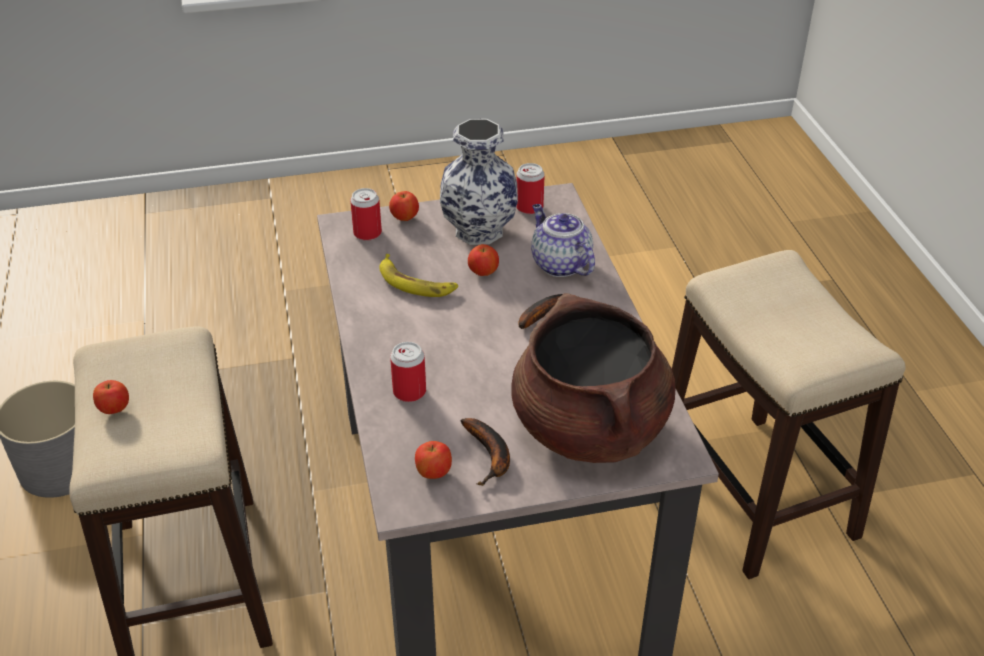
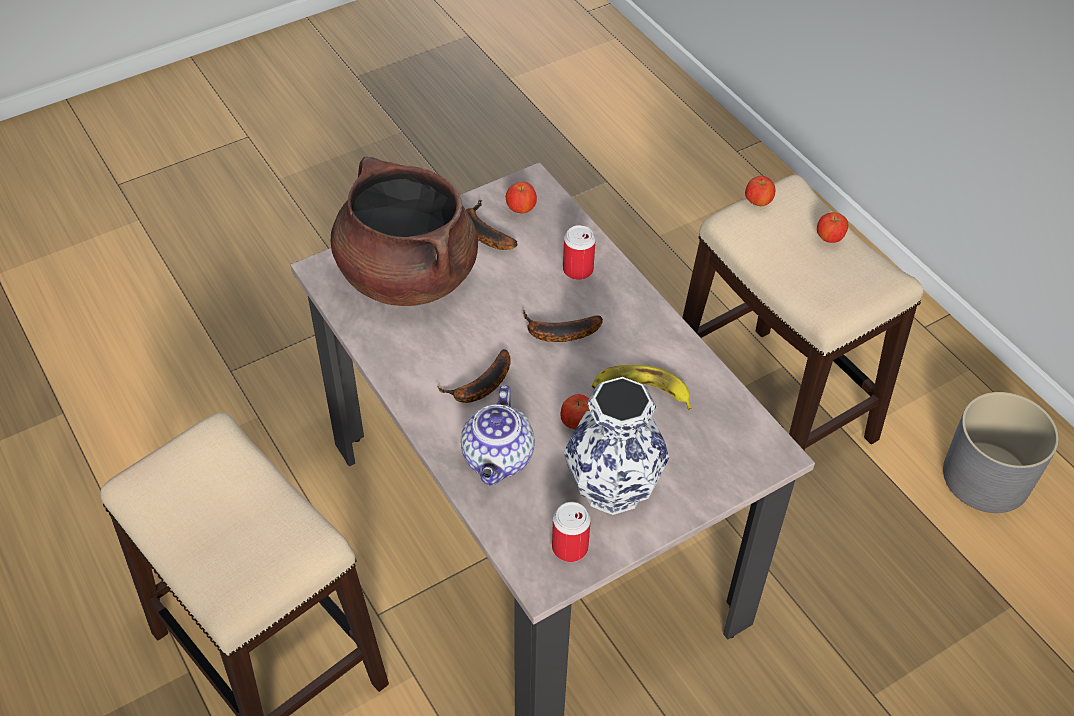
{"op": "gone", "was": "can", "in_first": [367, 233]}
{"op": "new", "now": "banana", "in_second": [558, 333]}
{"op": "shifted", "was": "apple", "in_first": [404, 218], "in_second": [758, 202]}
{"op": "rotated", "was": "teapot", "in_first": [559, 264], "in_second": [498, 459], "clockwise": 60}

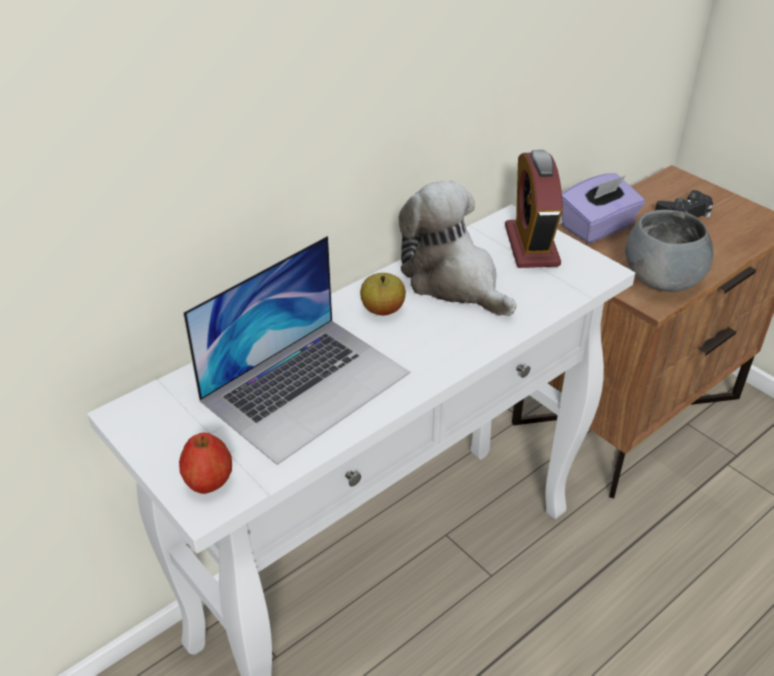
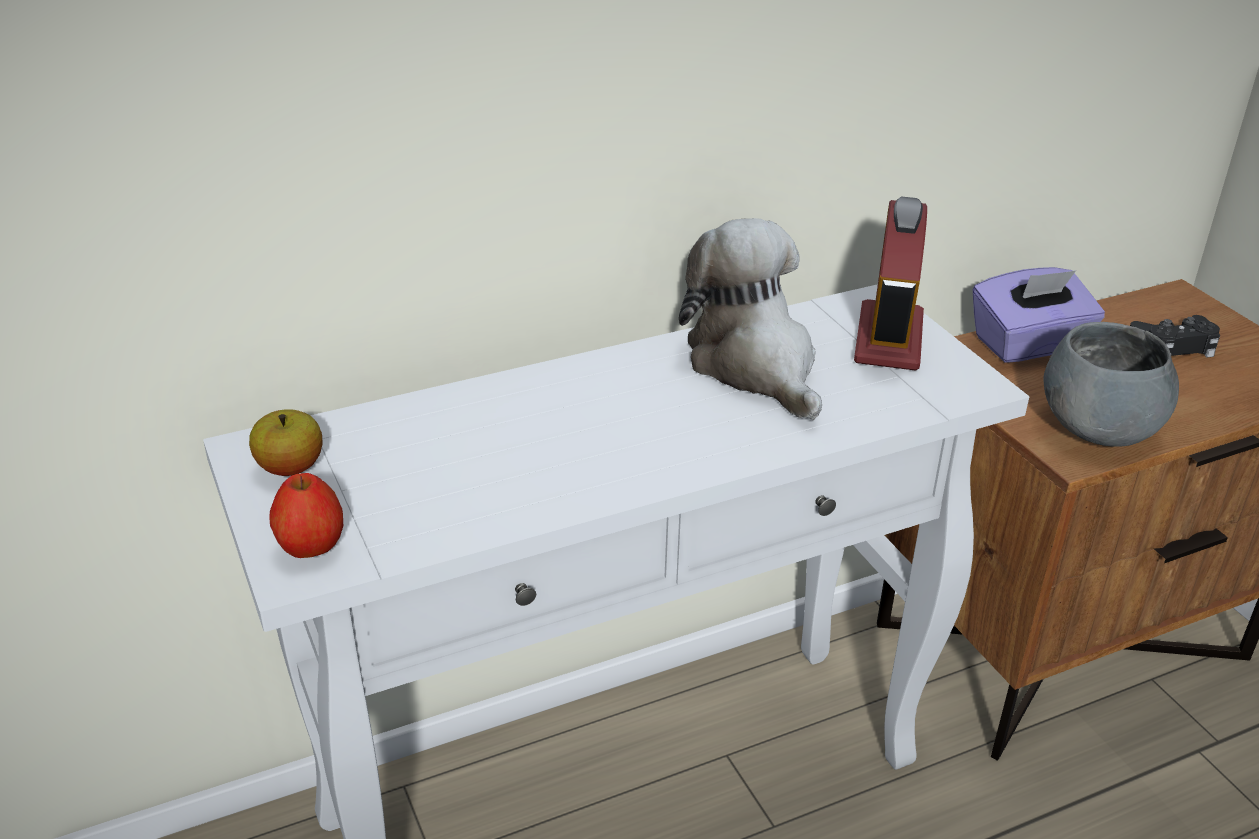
{"op": "gone", "was": "laptop", "in_first": [306, 386]}
{"op": "shifted", "was": "apple", "in_first": [383, 310], "in_second": [290, 468]}

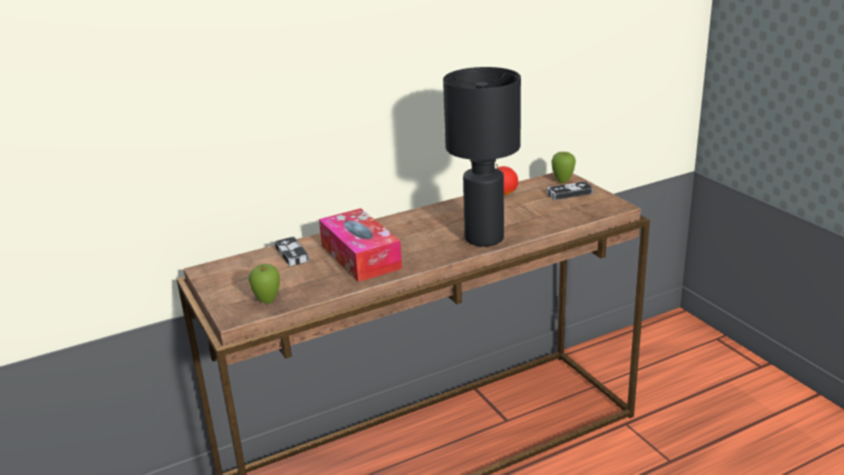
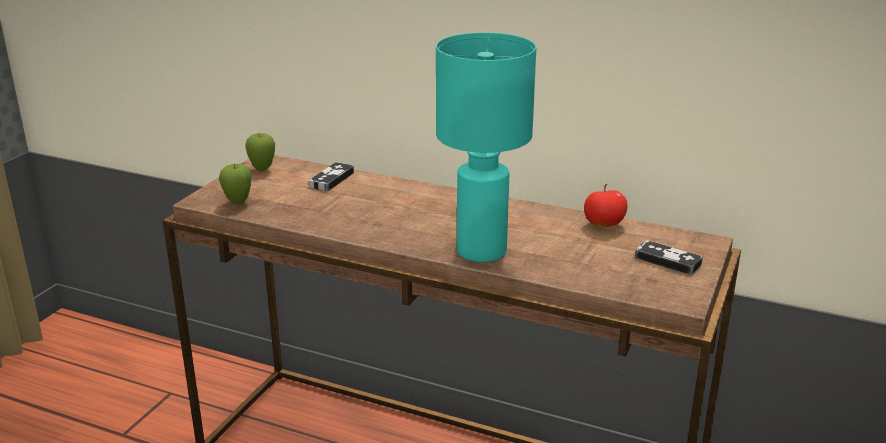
{"op": "gone", "was": "tissue box", "in_first": [360, 257]}
{"op": "shifted", "was": "apple", "in_first": [563, 181], "in_second": [262, 169]}
{"op": "repainted", "was": "black table lamp", "now": "turquoise table lamp", "in_first": [484, 239], "in_second": [480, 252]}

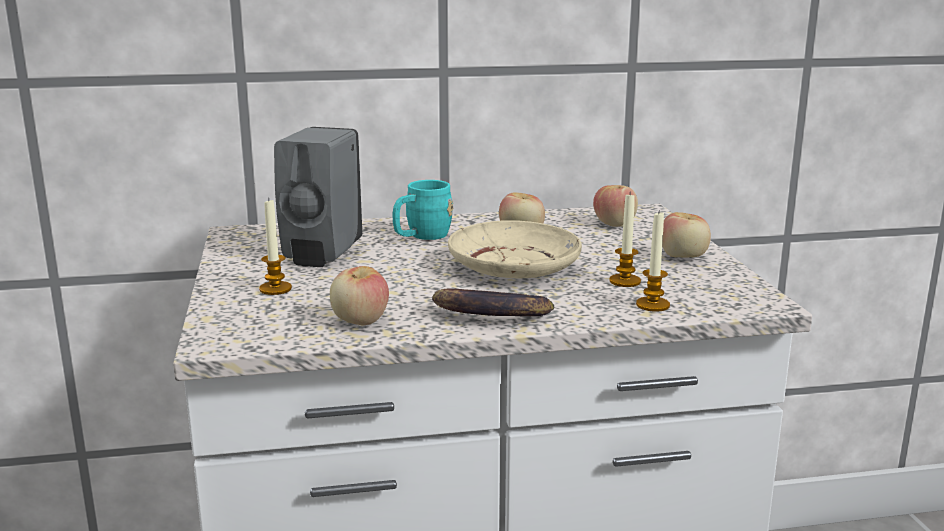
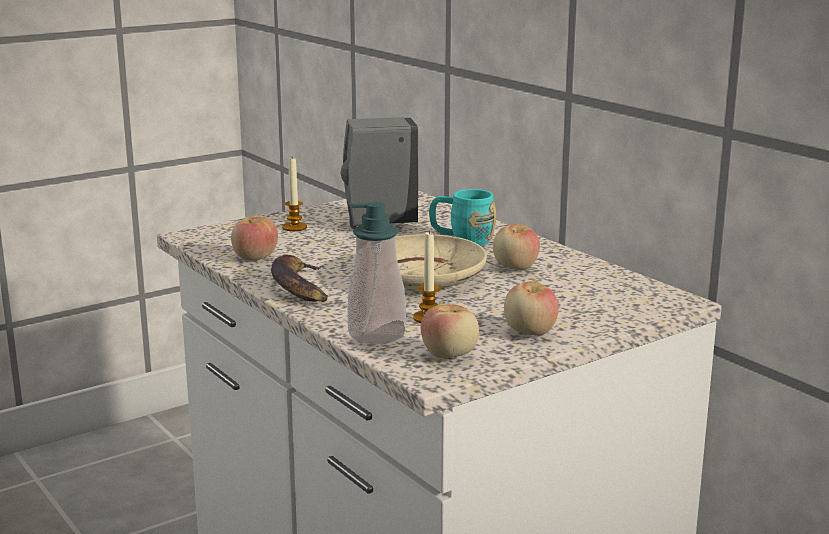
{"op": "shifted", "was": "apple", "in_first": [614, 224], "in_second": [450, 355]}
{"op": "swapped", "was": "candle", "now": "soap dispenser", "in_first": [652, 305], "in_second": [377, 334]}

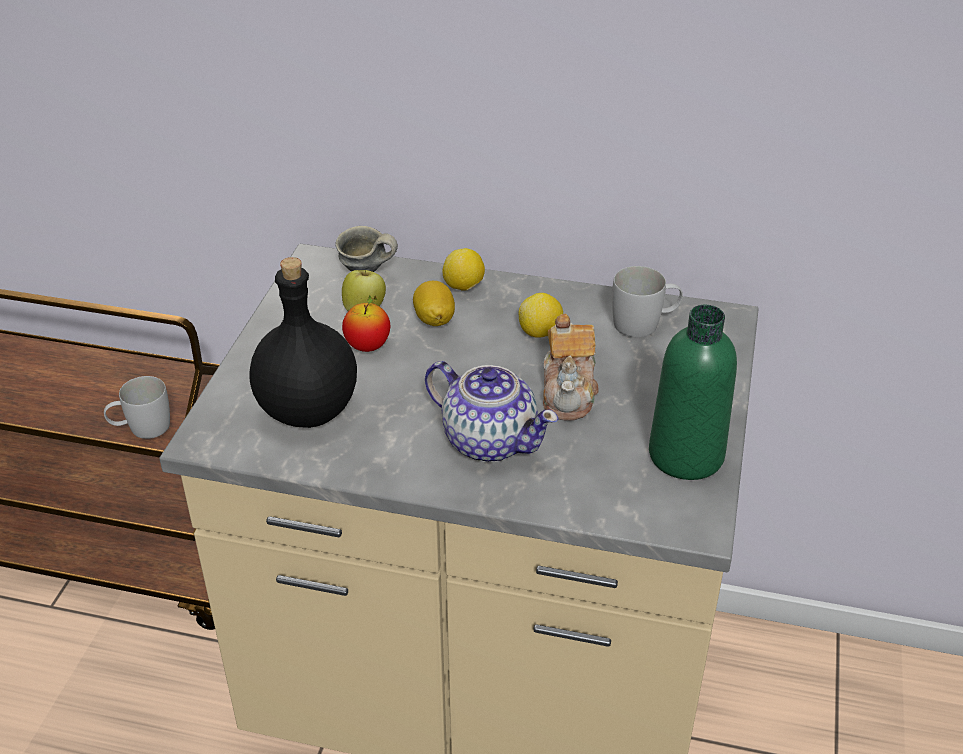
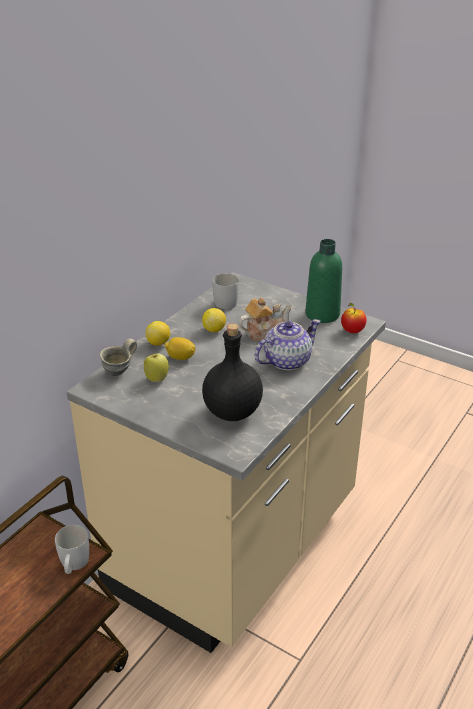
{"op": "shifted", "was": "apple", "in_first": [368, 346], "in_second": [352, 331]}
{"op": "rotated", "was": "teapot", "in_first": [569, 393], "in_second": [264, 332], "clockwise": -45}

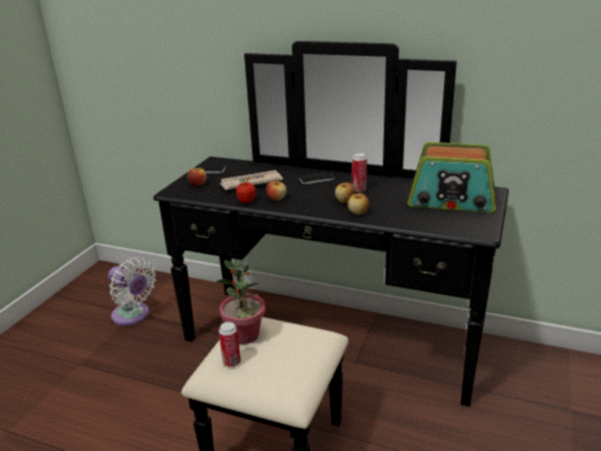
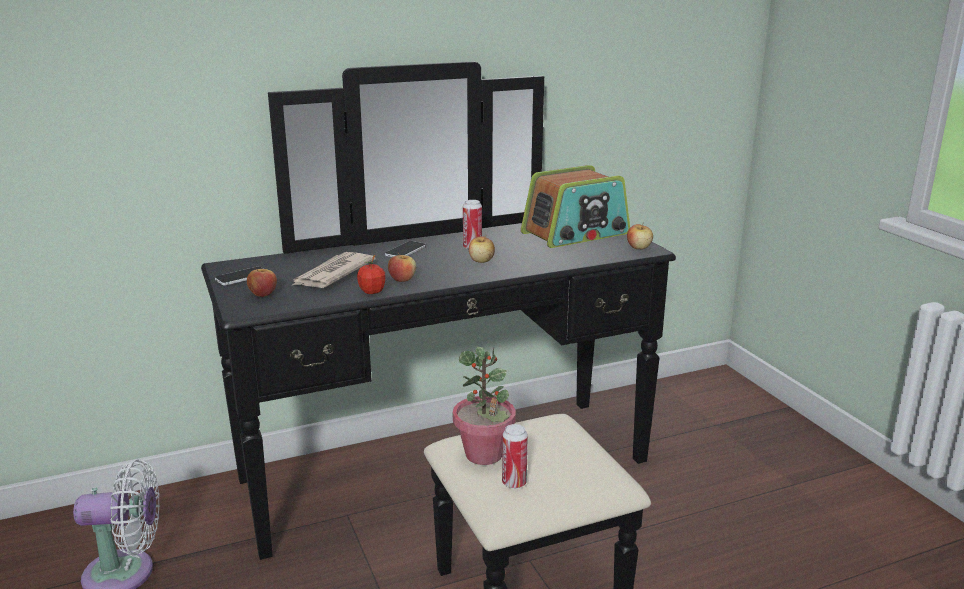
{"op": "shifted", "was": "apple", "in_first": [358, 213], "in_second": [639, 248]}

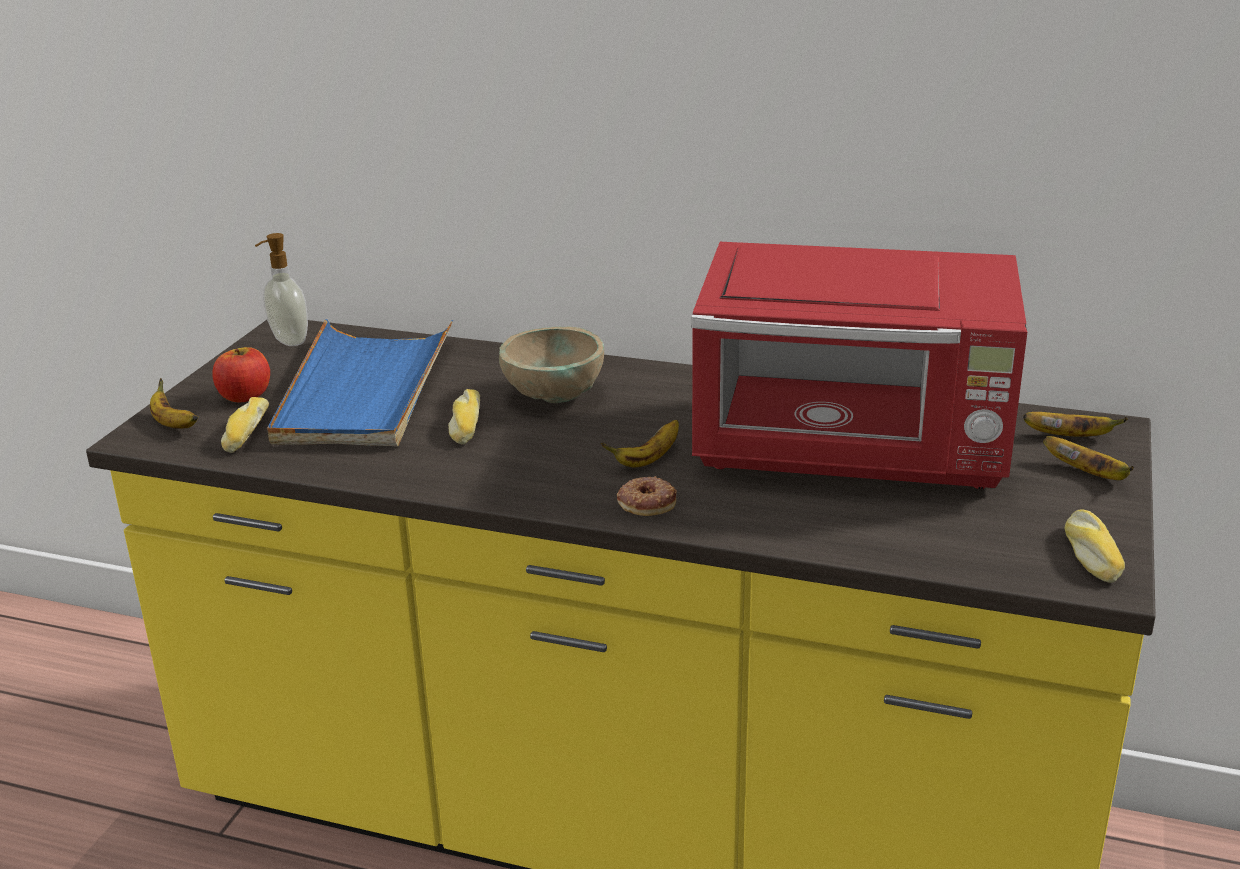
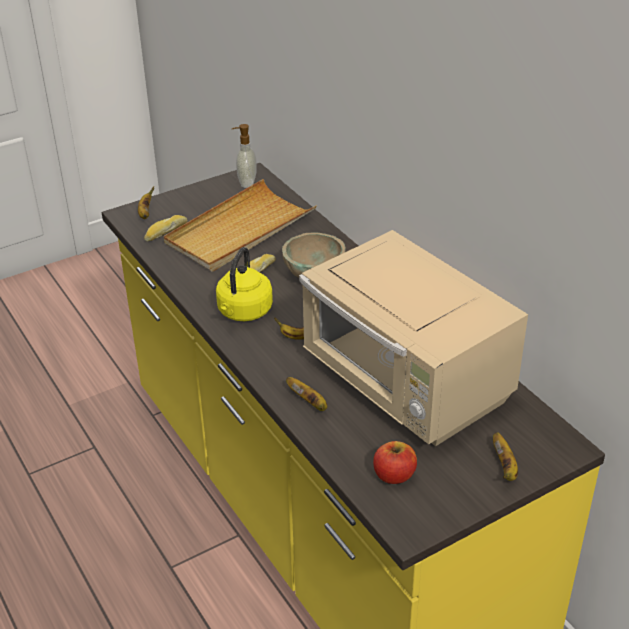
{"op": "gone", "was": "donut", "in_first": [647, 502]}
{"op": "gone", "was": "bread", "in_first": [1089, 554]}
{"op": "new", "now": "yellow kettle", "in_second": [243, 312]}
{"op": "shifted", "was": "apple", "in_first": [244, 396], "in_second": [394, 475]}
{"op": "shifted", "was": "banana", "in_first": [1069, 437], "in_second": [309, 402]}
{"op": "repainted", "was": "blue tray", "now": "beige tray", "in_first": [364, 391], "in_second": [239, 230]}
{"op": "repainted", "was": "red microwave", "now": "beige microwave", "in_first": [854, 450], "in_second": [406, 384]}

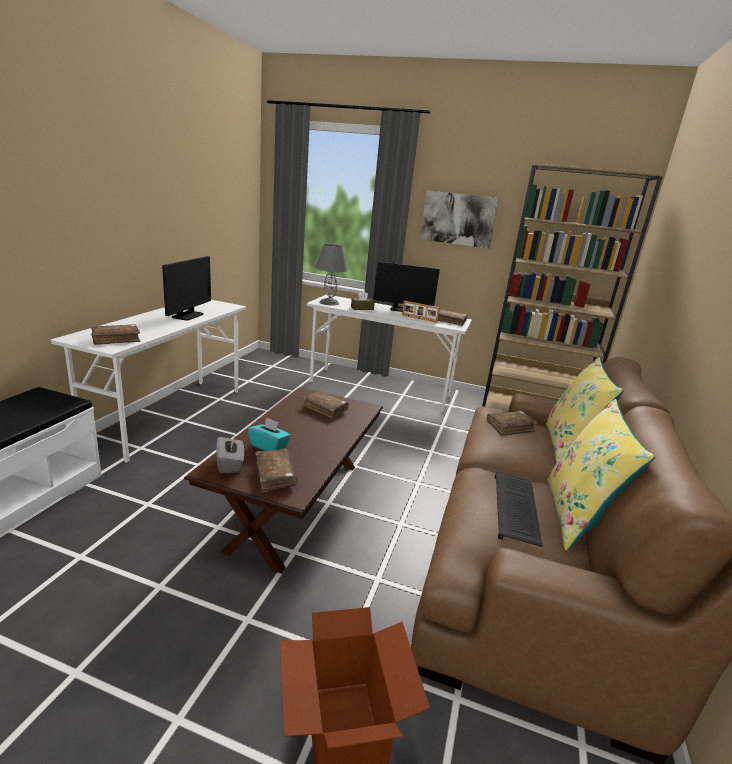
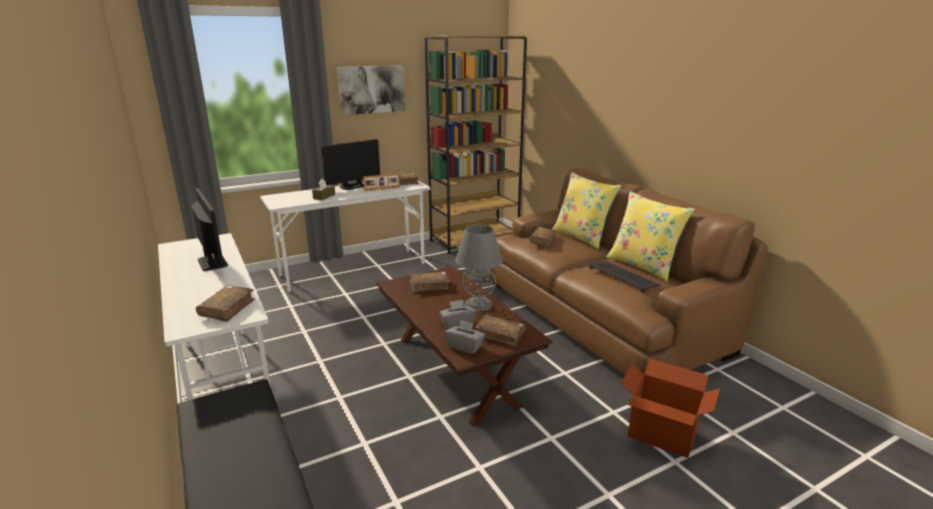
{"op": "shifted", "was": "grey table lamp", "in_first": [329, 303], "in_second": [478, 304]}
{"op": "repainted", "was": "turquoise tissue box", "now": "grey tissue box", "in_first": [269, 446], "in_second": [457, 324]}

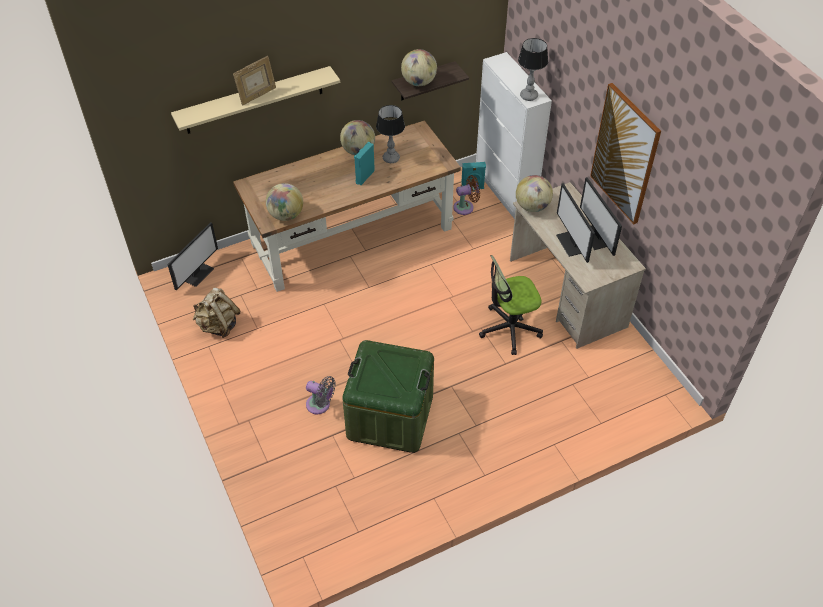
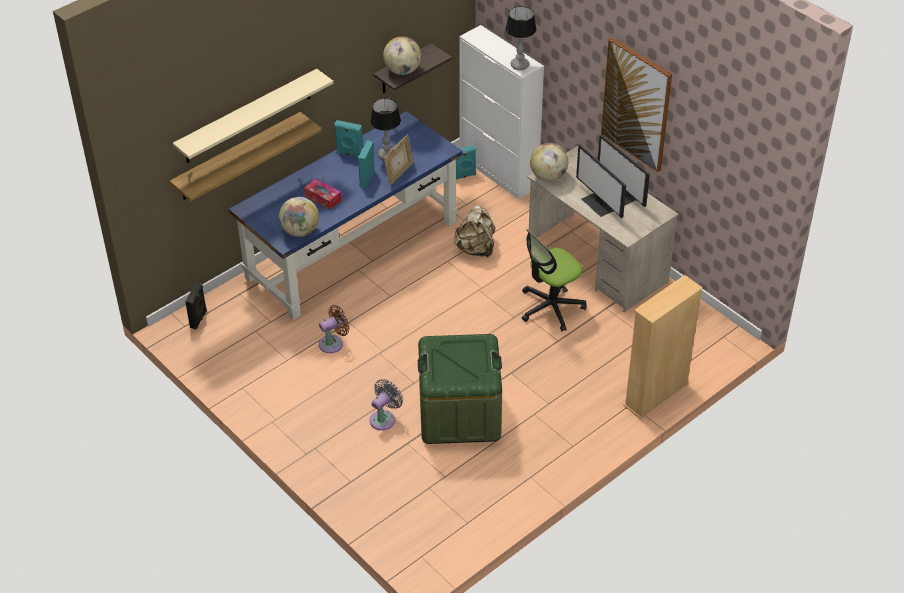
{"op": "new", "now": "shelf", "in_second": [237, 157]}
{"op": "new", "now": "tissue box", "in_second": [323, 198]}
{"op": "new", "now": "beige bookcase", "in_second": [656, 395]}
{"op": "shifted", "was": "beige backpack", "in_first": [218, 326], "in_second": [475, 249]}
{"op": "shifted", "was": "picture frame", "in_first": [257, 96], "in_second": [399, 174]}
{"op": "shifted", "was": "brown fan", "in_first": [465, 207], "in_second": [333, 343]}
{"op": "swapped", "was": "monitor", "now": "black speaker", "in_first": [198, 273], "in_second": [199, 319]}
{"op": "swapped", "was": "globe", "now": "turquoise speaker", "in_first": [358, 151], "in_second": [349, 154]}
{"op": "repainted", "was": "brown desk", "now": "blue desk", "in_first": [352, 235], "in_second": [352, 248]}
{"op": "rotated", "was": "grey fan", "in_first": [320, 405], "in_second": [384, 418], "clockwise": -60}

